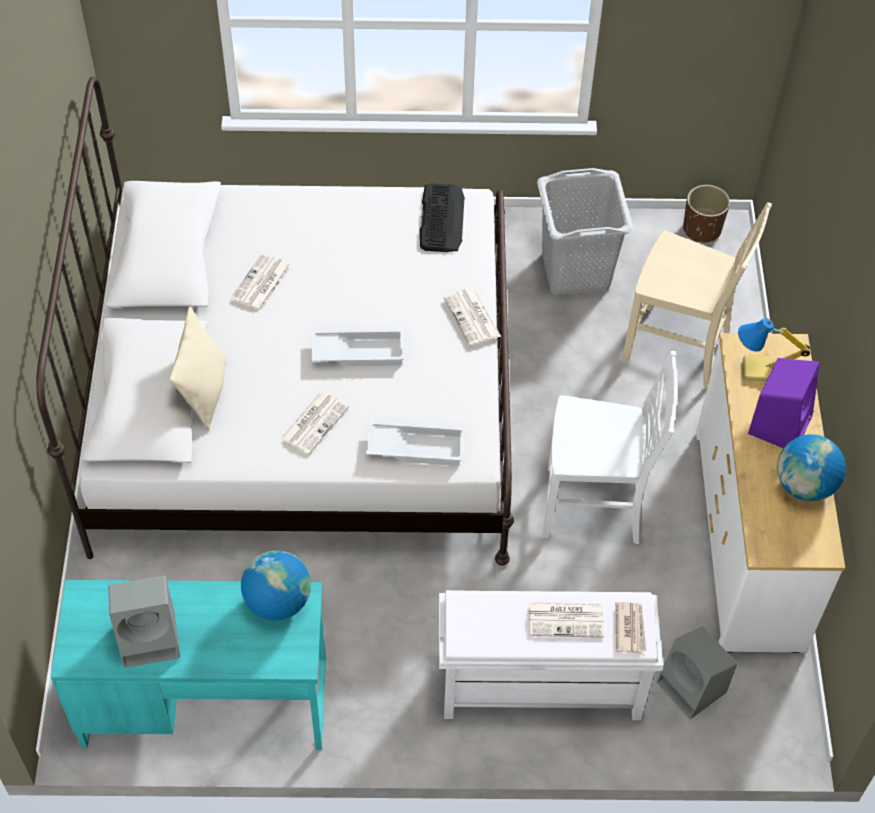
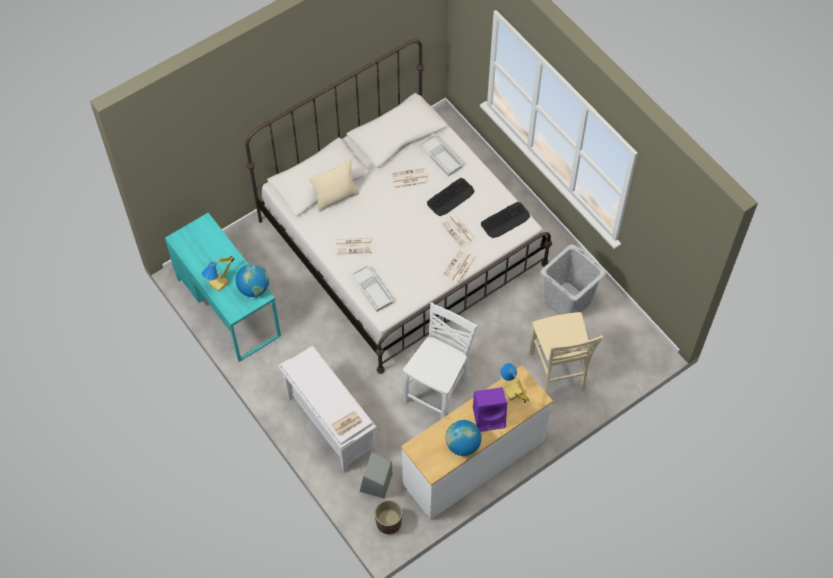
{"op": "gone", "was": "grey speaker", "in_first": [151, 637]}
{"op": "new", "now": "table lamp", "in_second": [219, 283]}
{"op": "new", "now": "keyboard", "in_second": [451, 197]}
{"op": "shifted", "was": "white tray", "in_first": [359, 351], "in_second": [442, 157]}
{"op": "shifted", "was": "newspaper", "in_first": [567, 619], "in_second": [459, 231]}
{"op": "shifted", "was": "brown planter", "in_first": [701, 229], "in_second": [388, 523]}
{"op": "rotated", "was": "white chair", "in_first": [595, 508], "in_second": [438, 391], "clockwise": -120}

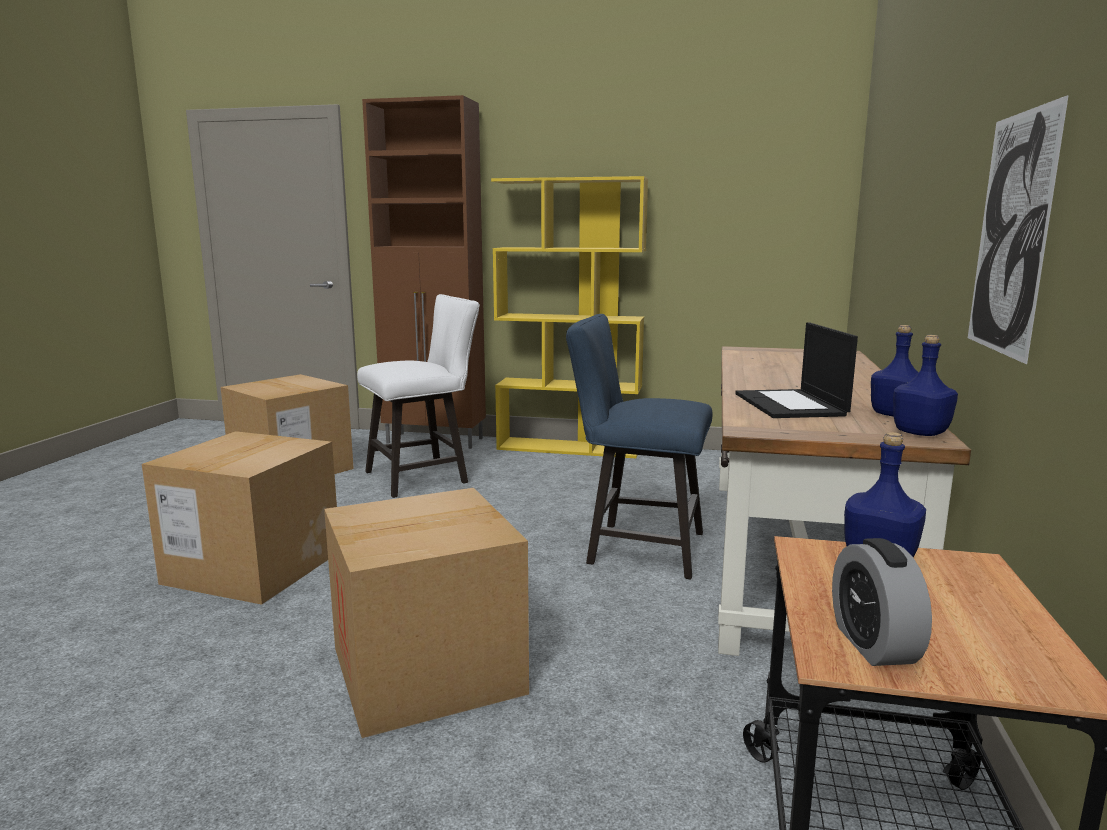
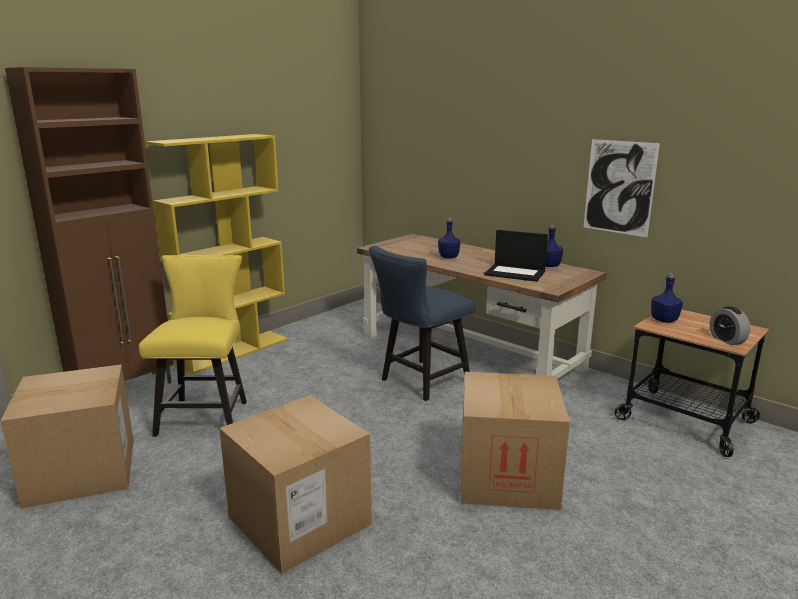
{"op": "shifted", "was": "blue bottle", "in_first": [919, 432], "in_second": [448, 257]}
{"op": "repainted", "was": "white chair", "now": "yellow chair", "in_first": [424, 476], "in_second": [206, 414]}
{"op": "rotated", "was": "alarm clock", "in_first": [873, 644], "in_second": [726, 340], "clockwise": 45}

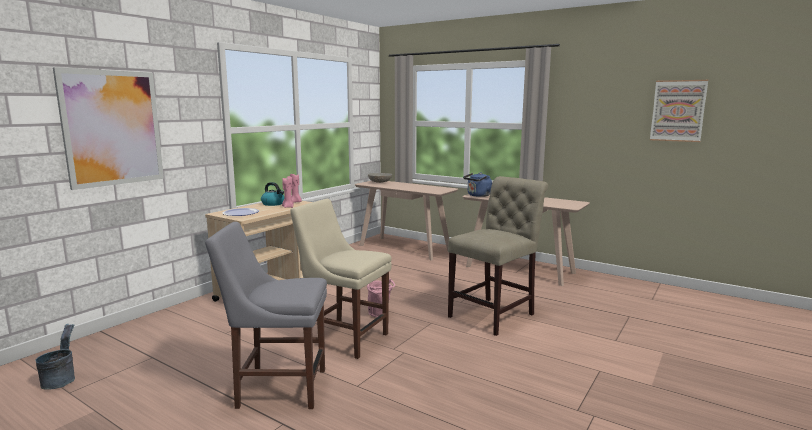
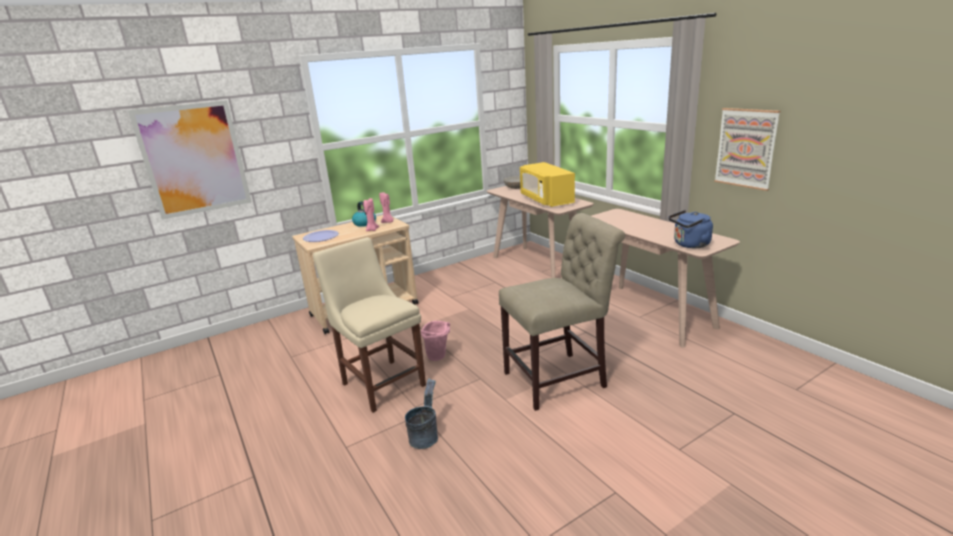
{"op": "gone", "was": "grey chair", "in_first": [277, 387]}
{"op": "new", "now": "yellow microwave", "in_second": [546, 200]}
{"op": "shifted", "was": "grey bucket", "in_first": [61, 379], "in_second": [425, 435]}
{"op": "shifted", "was": "blue kettle", "in_first": [478, 195], "in_second": [689, 245]}
{"op": "shifted", "was": "picture", "in_first": [678, 111], "in_second": [746, 148]}

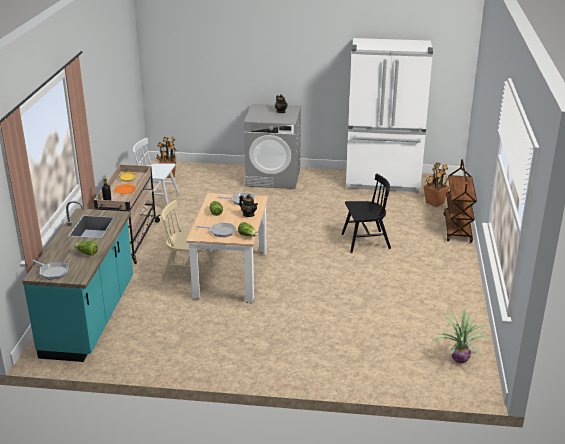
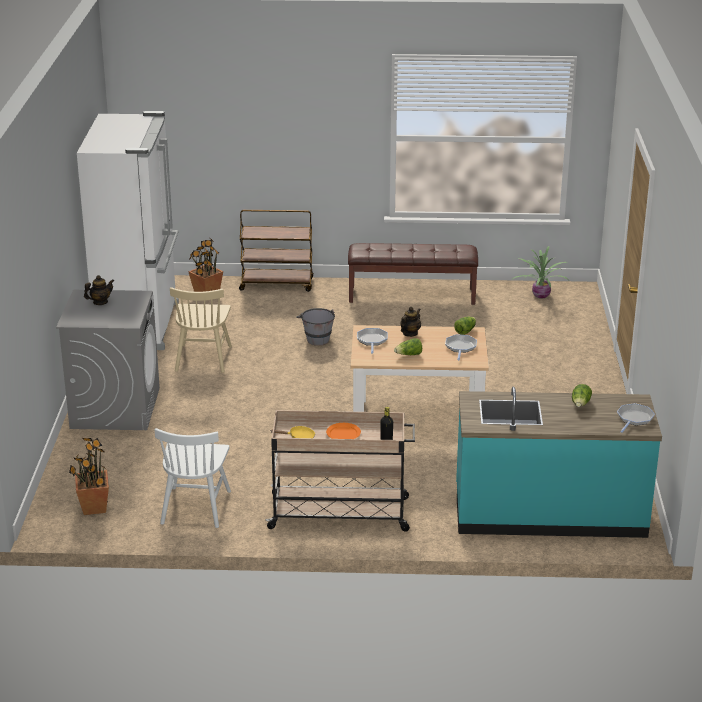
{"op": "new", "now": "brown bench", "in_second": [412, 295]}
{"op": "shifted", "was": "beige chair", "in_first": [188, 272], "in_second": [203, 358]}
{"op": "swapped", "was": "black chair", "now": "grey bucket", "in_first": [365, 241], "in_second": [316, 338]}

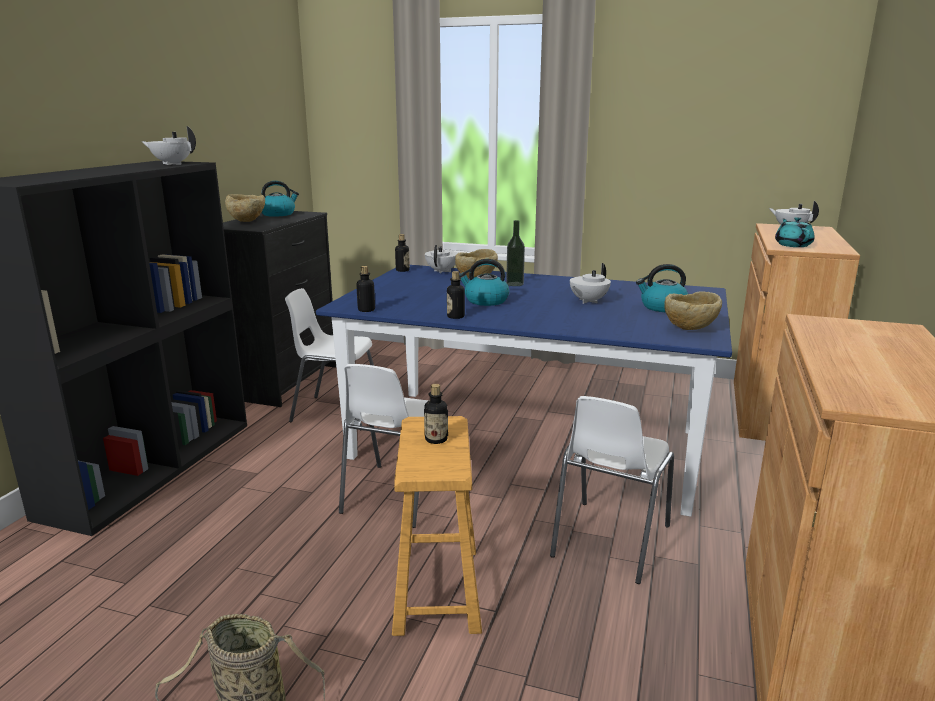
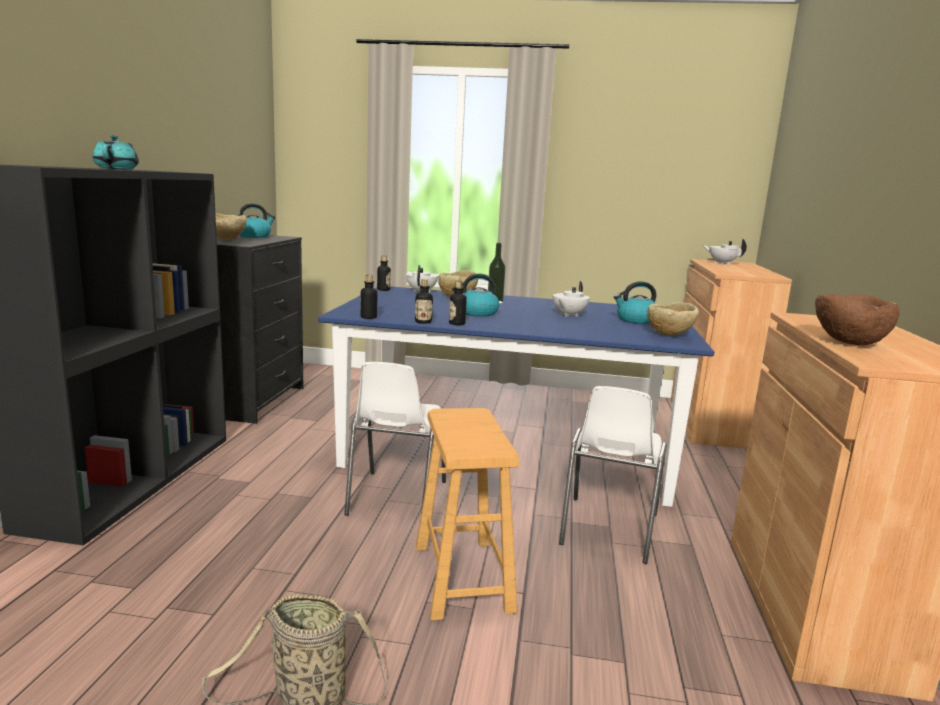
{"op": "gone", "was": "white teapot", "in_first": [172, 164]}
{"op": "gone", "was": "white chair", "in_first": [337, 412]}
{"op": "new", "now": "brown bowl", "in_second": [848, 343]}
{"op": "shifted", "was": "bottle", "in_first": [436, 439], "in_second": [423, 322]}
{"op": "shifted", "was": "turquoise teapot", "in_first": [792, 245], "in_second": [117, 169]}

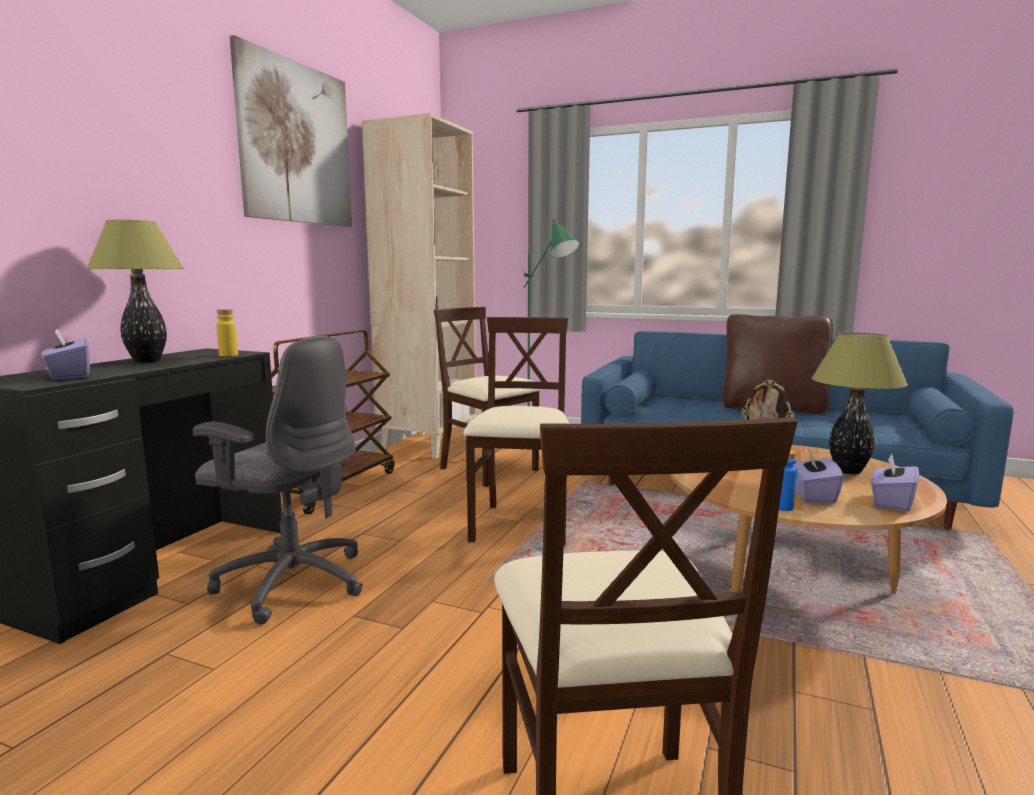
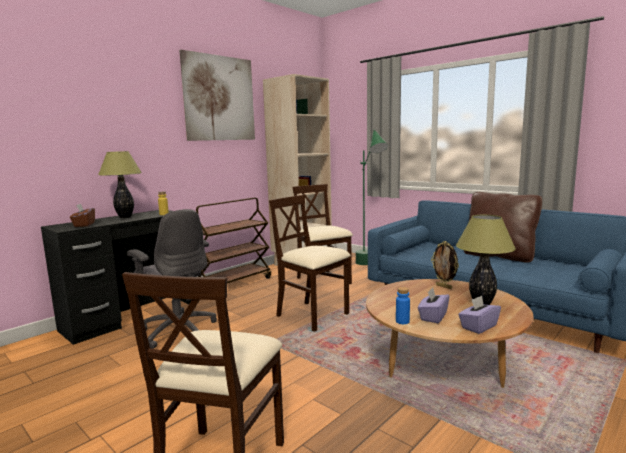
{"op": "repainted", "was": "purple tissue box", "now": "brown tissue box", "in_first": [69, 375], "in_second": [84, 225]}
{"op": "rotated", "was": "beige chair", "in_first": [522, 525], "in_second": [312, 315], "clockwise": -75}

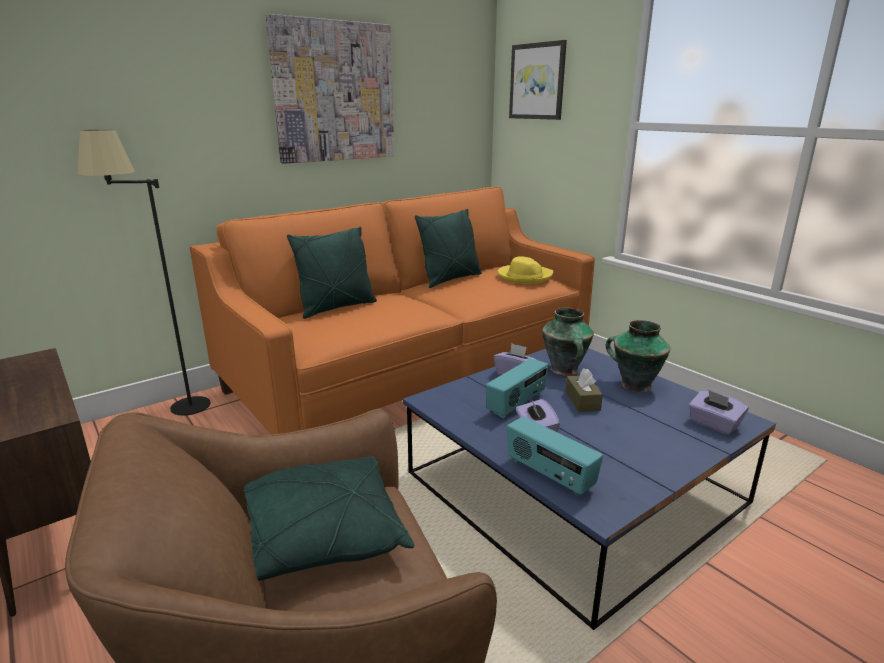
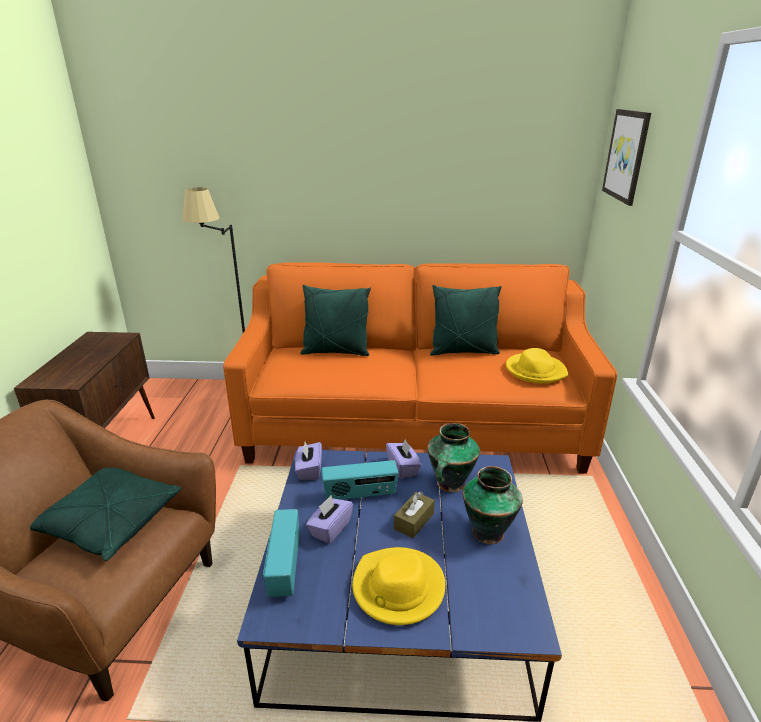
{"op": "gone", "was": "picture", "in_first": [334, 92]}
{"op": "new", "now": "yellow hat", "in_second": [397, 588]}
{"op": "shifted", "was": "purple tissue box", "in_first": [714, 424], "in_second": [309, 470]}

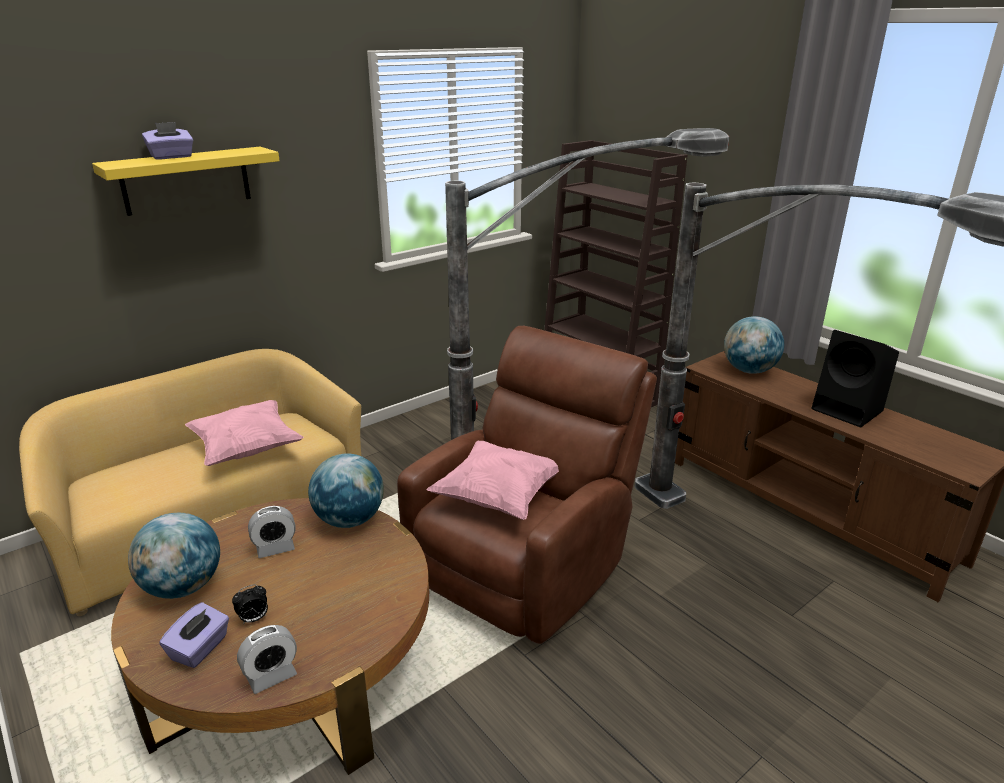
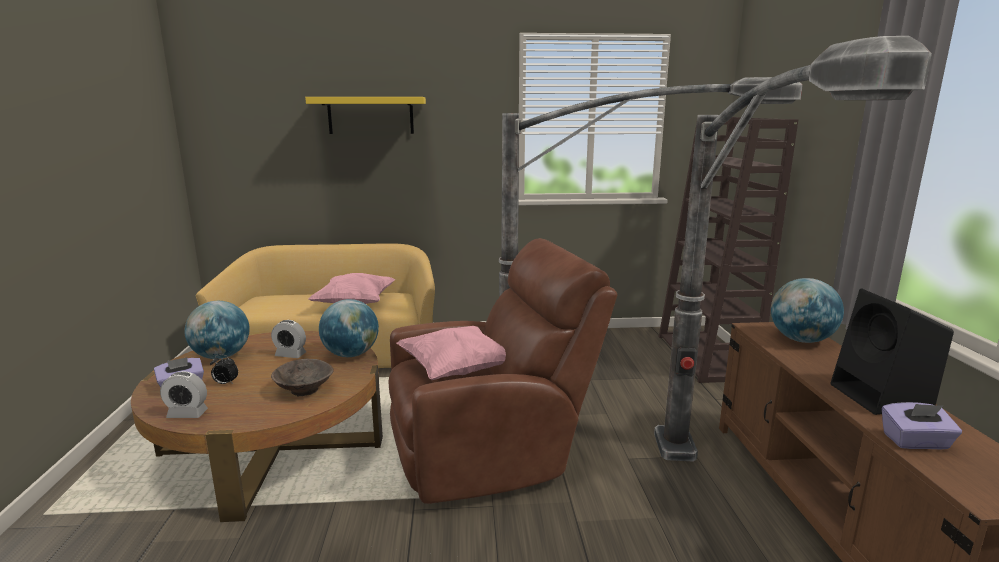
{"op": "new", "now": "brown bowl", "in_second": [303, 390]}
{"op": "shifted", "was": "purple tissue box", "in_first": [171, 157], "in_second": [915, 442]}

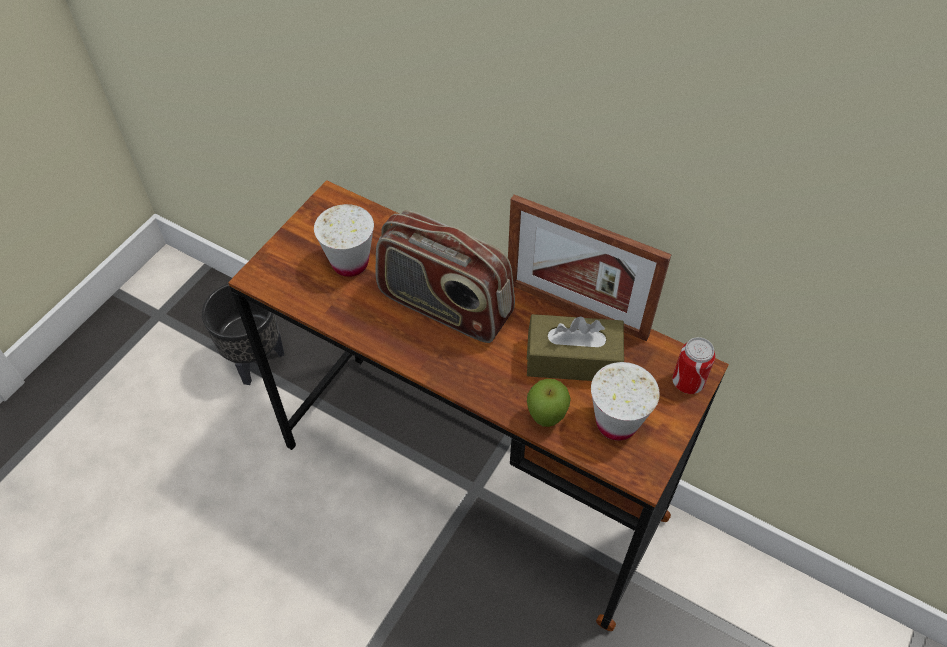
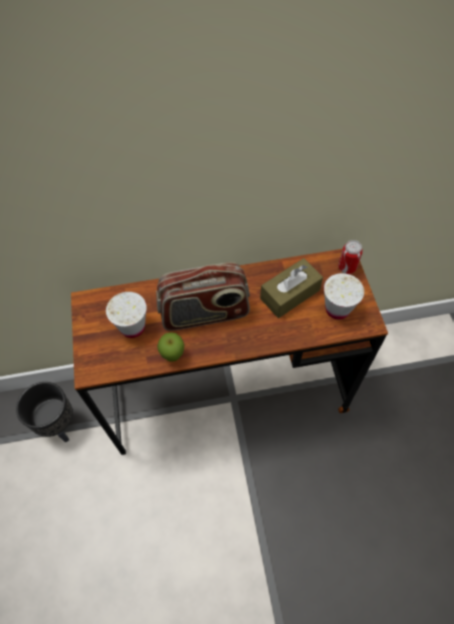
{"op": "gone", "was": "picture frame", "in_first": [576, 309]}
{"op": "shifted", "was": "apple", "in_first": [546, 419], "in_second": [173, 356]}

